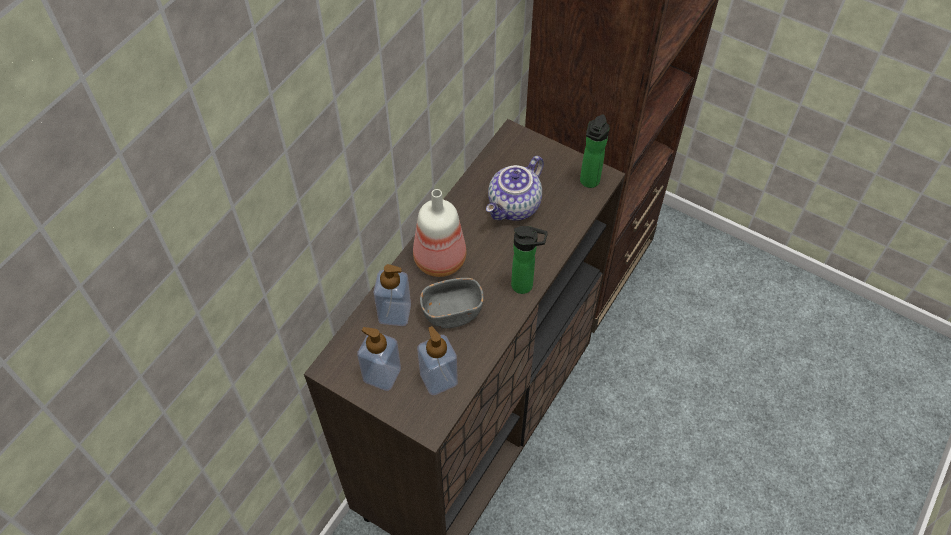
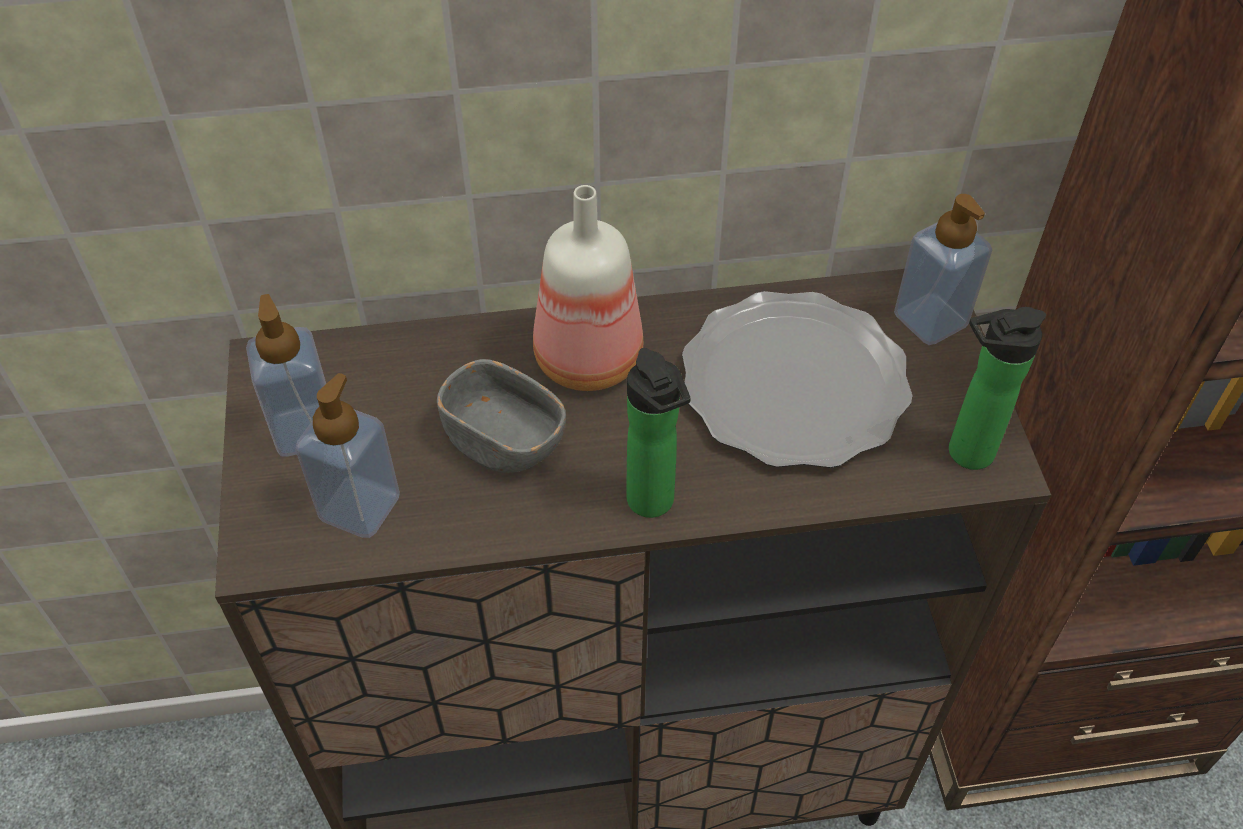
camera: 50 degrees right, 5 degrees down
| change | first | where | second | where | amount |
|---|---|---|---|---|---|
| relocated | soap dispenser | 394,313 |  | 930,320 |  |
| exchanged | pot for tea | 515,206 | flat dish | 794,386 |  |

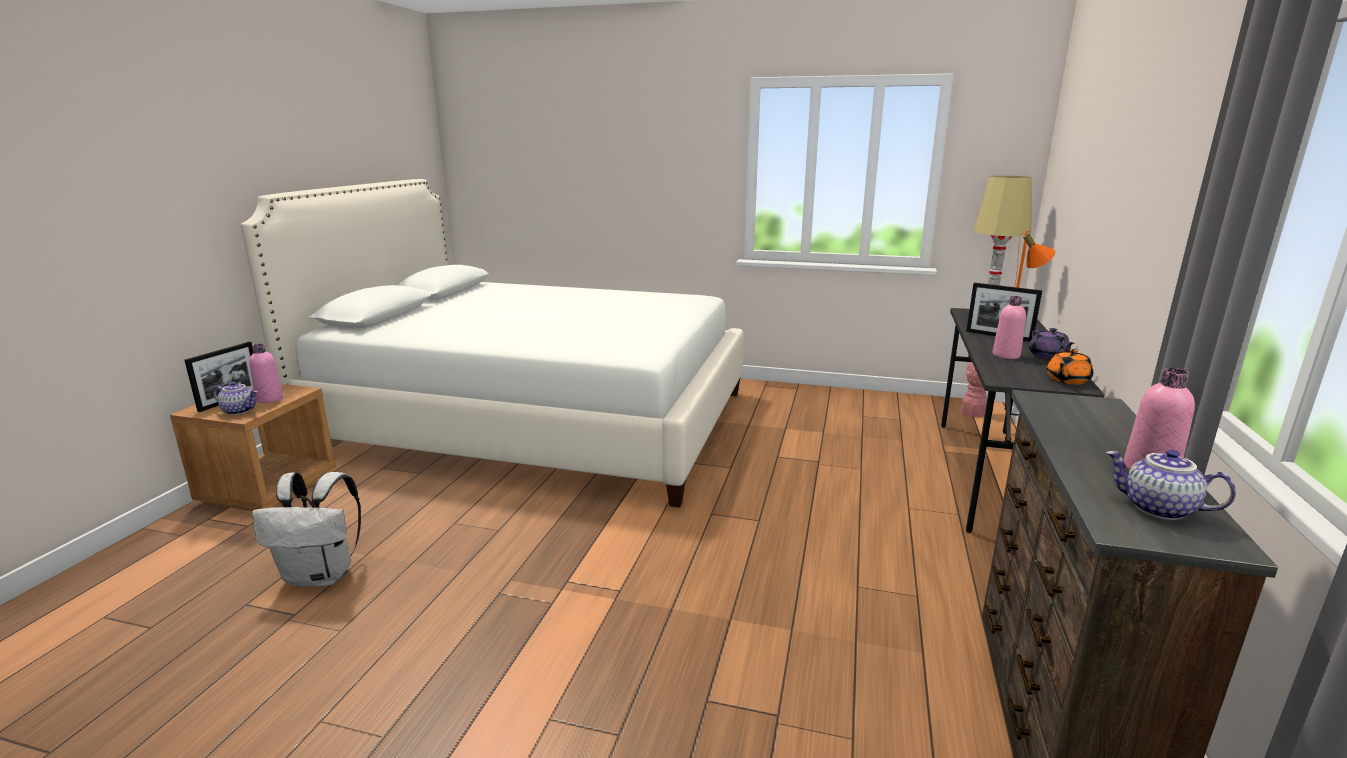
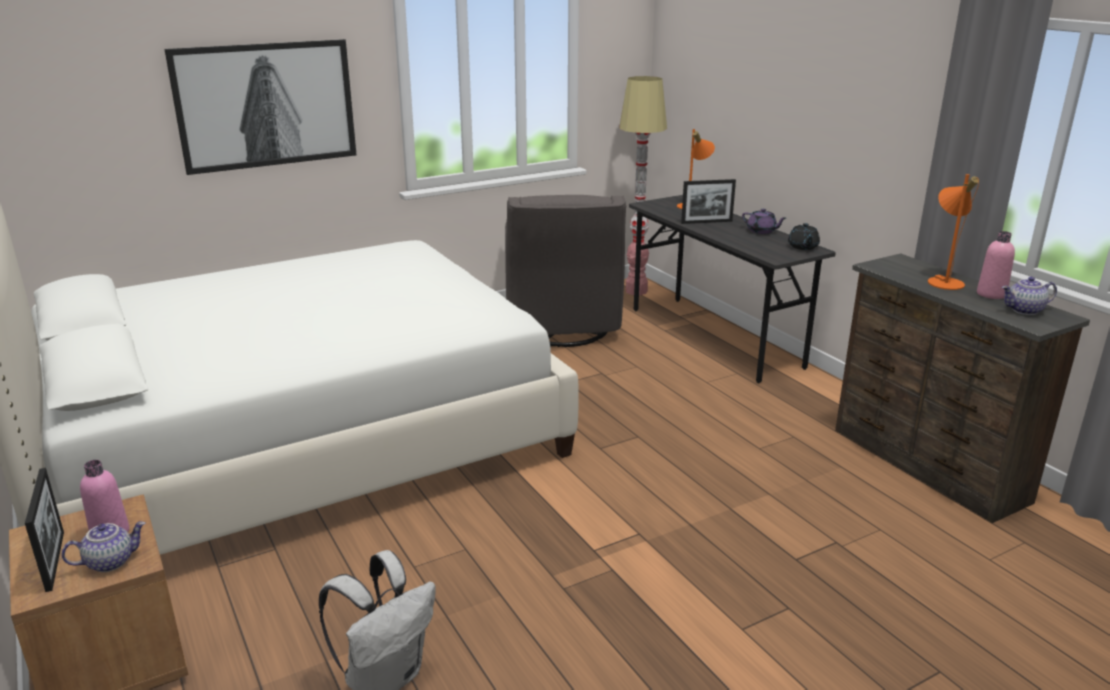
camera: 45 degrees left, 5 degrees up
| change | first | where | second | where | amount |
|---|---|---|---|---|---|
| missing | drink bottle (pink) | 1006,355 |  |  |  |
| colour | pot for tea (orangey) | 1067,380 | pot for tea (black) | 803,247 |  |
| appeared |  |  | picture | 266,105 |  |
| appeared |  |  | easy chair (grey) | 562,330 |  |
| appeared |  |  | tabletop lamp (orangey) | 944,281 |  |

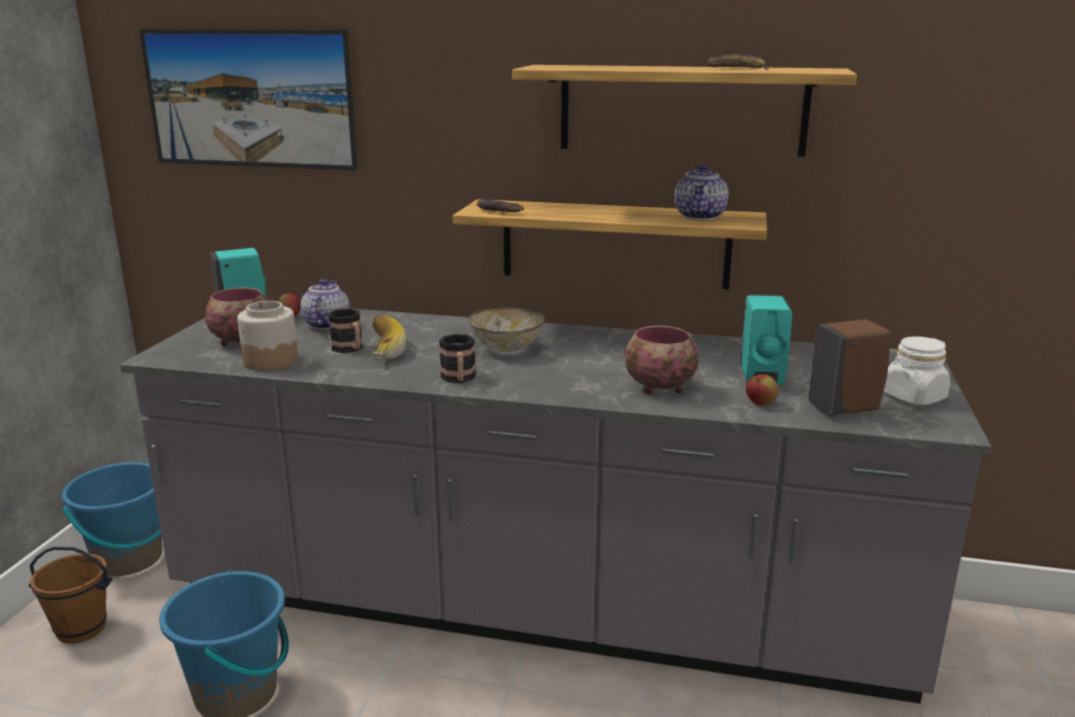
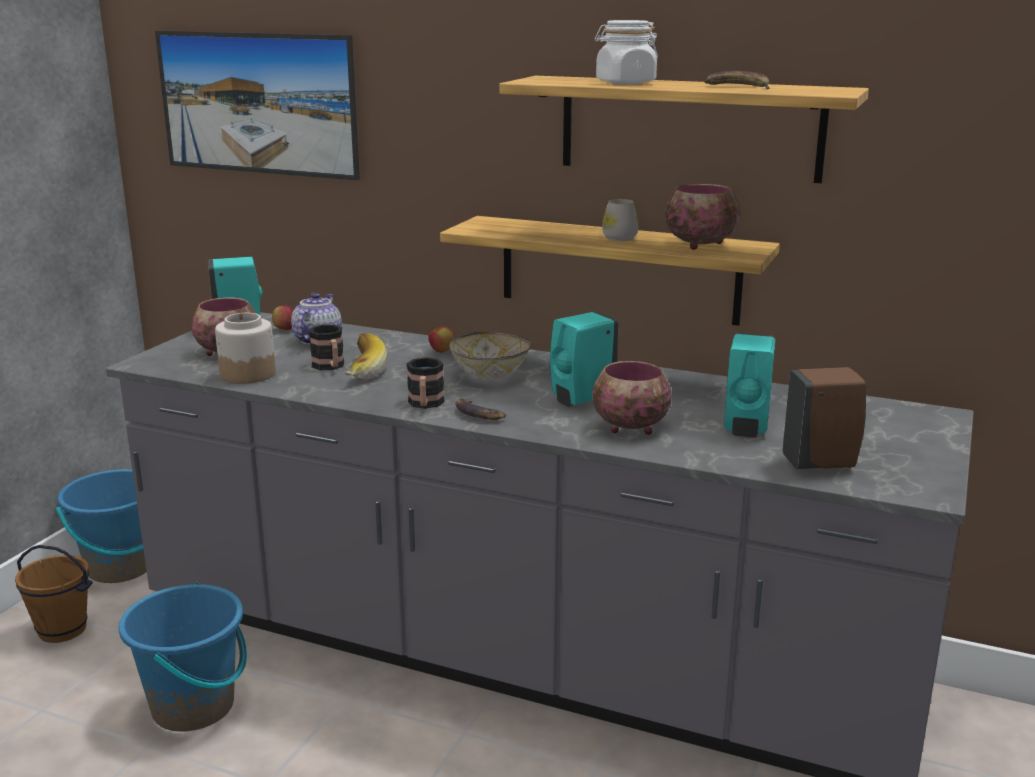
camera: 10 degrees right, 0 degrees up
| change | first | where | second | where | amount |
|---|---|---|---|---|---|
| relocated | whole banana | 498,211 |  | 478,414 |  |
| exchanged | pot for tea | 701,216 | bowl | 701,245 |  |
| relocated | apple | 760,404 |  | 442,352 |  |
| relocated | preserve jar (whitish) | 913,397 |  | 625,82 |  |
| appeared |  |  | soap dispenser (blue-green) | 581,399 |  |
| appeared |  |  | tea mug (whitish) | 617,237 |  |

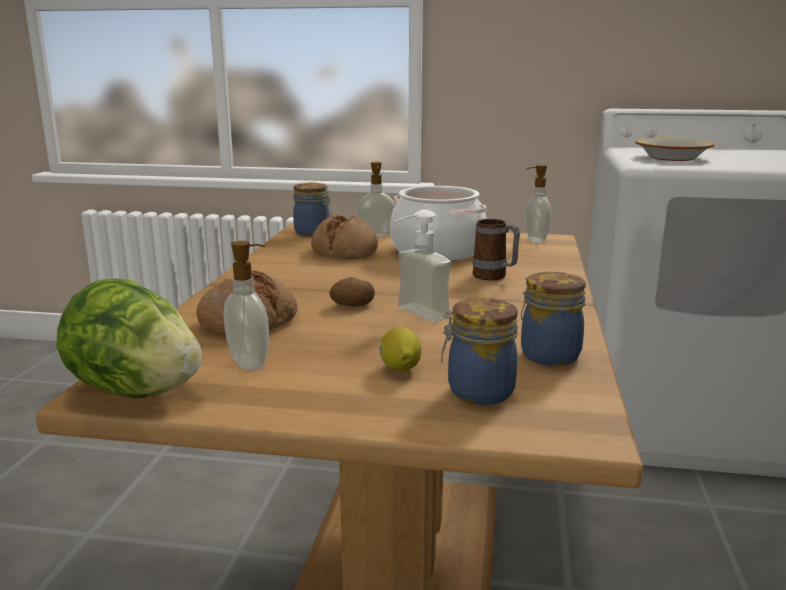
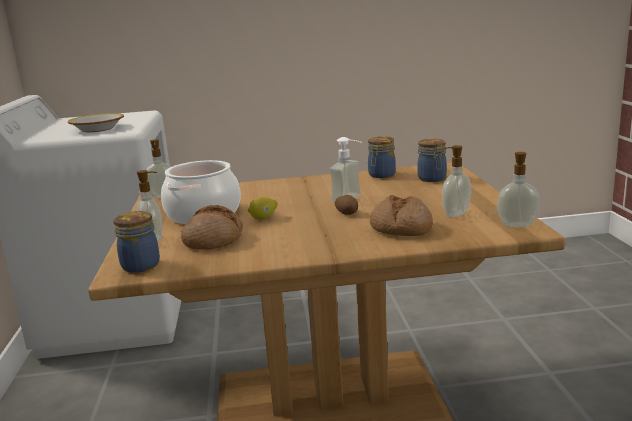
camera: 105 degrees left, 0 degrees up
| change | first | where | second | where | amount |
|---|---|---|---|---|---|
| exchanged | lettuce head | 135,391 | soap dispenser | 517,224 |  |
| relocated | whole lemon | 400,369 |  | 263,218 |  |
| missing | tea mug | 495,277 |  |  |  |

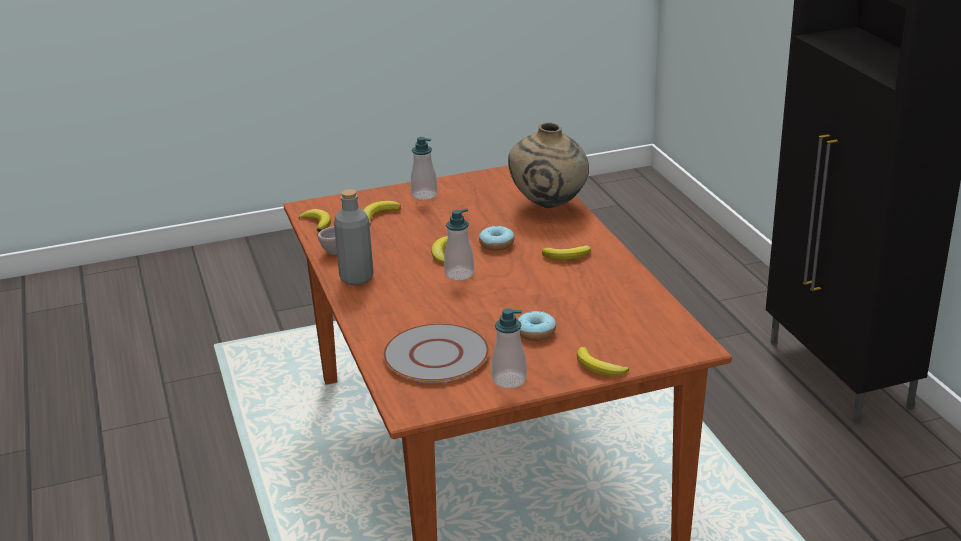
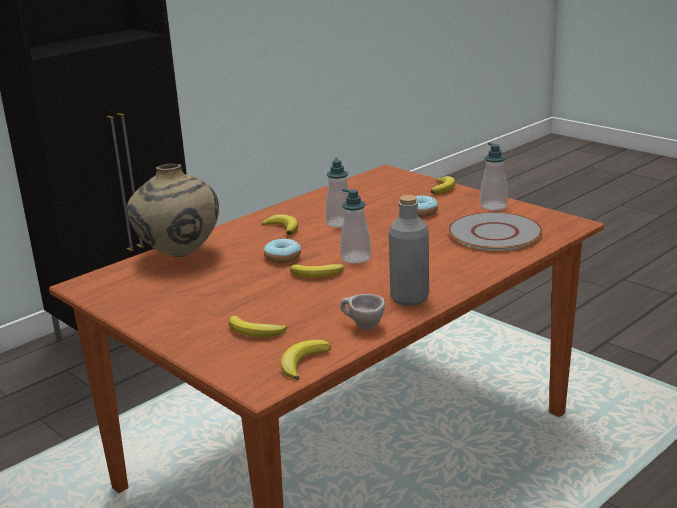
camera: 115 degrees left, 5 degrees down
| change | first | where | second | where | amount |
|---|---|---|---|---|---|
| relocated | soap dispenser | 424,195 |  | 339,223 |  |

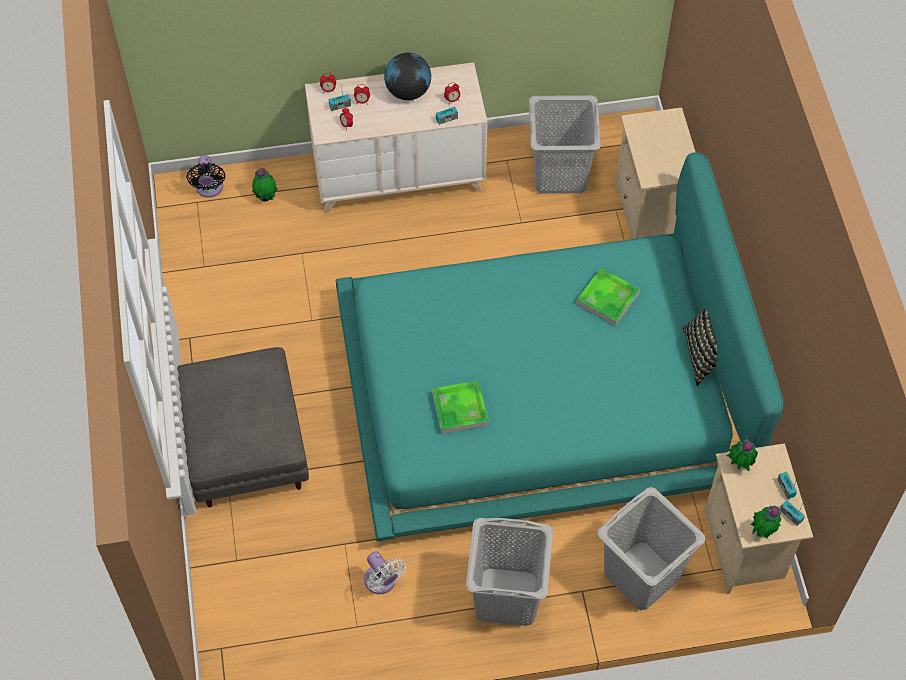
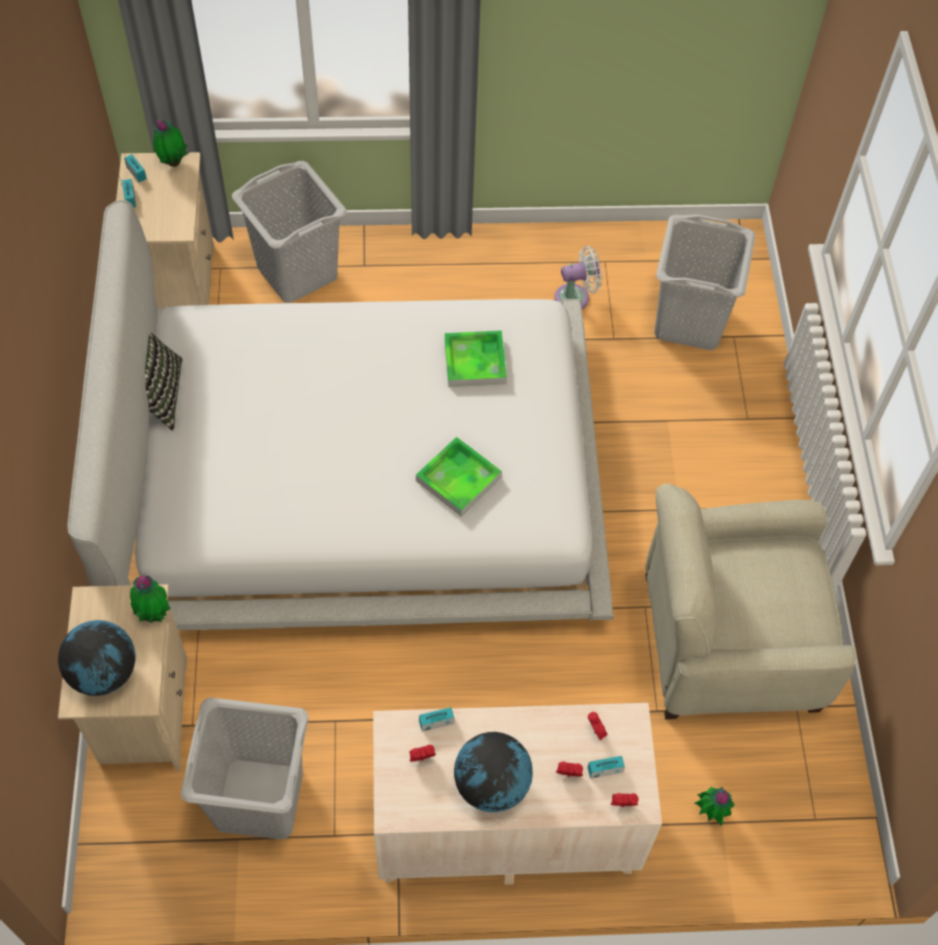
camera: 175 degrees left, 0 degrees up
| change | first | where | second | where | amount |
|---|---|---|---|---|---|
| missing | footrest (grey) | 244,444 |  |  |  |
| missing | cooling fan (black) | 209,189 |  |  |  |
| colour | sleeping bed (blue-green) | 543,392 | sleeping bed (whitish) | 359,475 |  |
| spun | cooling fan (whitish) | 382,582 |  | 575,297 | 105 degrees clockwise |
| relocated | laundry basket (grey) | 506,597 |  | 690,321 |  |
| relocated | tray | 607,299 |  | 458,479 |  |
| relocated | potted plant | 739,465 |  | 154,614 |  |
| appeared |  |  | globe | 104,672 |  |
| appeared |  |  | easy chair (sand-coloured) | 726,641 |  |

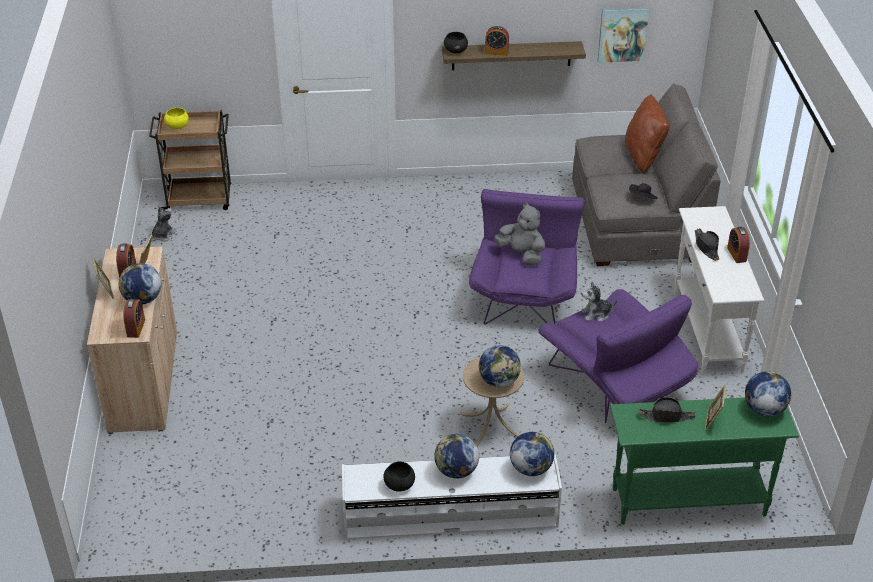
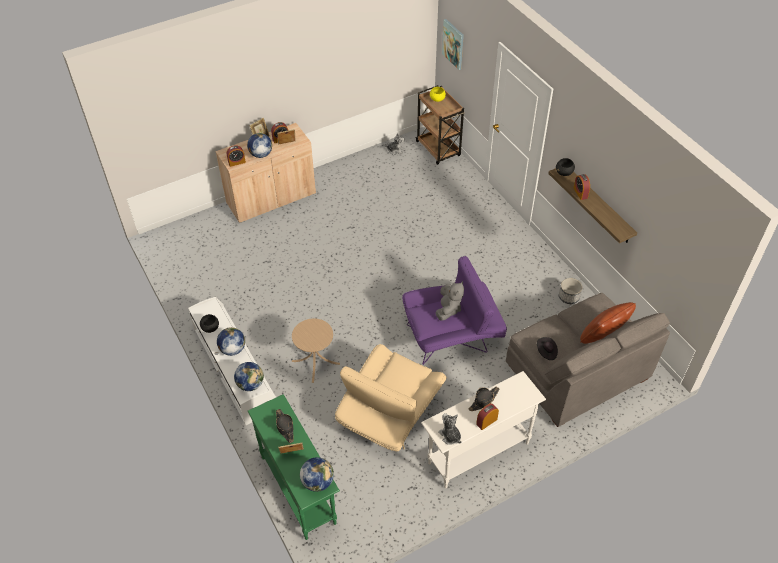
camera: 65 degrees right, 10 degrees up
| change | first | where | second | where | amount |
|---|---|---|---|---|---|
| missing | globe | 499,381 |  |  |  |
| colour | easy chair (purplish) | 615,384 | easy chair (sand-coloured) | 389,414 |  |
| relocated | soft toy | 596,314 |  | 450,436 |  |
| relocated | picture | 622,34 |  | 453,44 |  |
| appeared |  |  | flower pot | 569,297 |  |

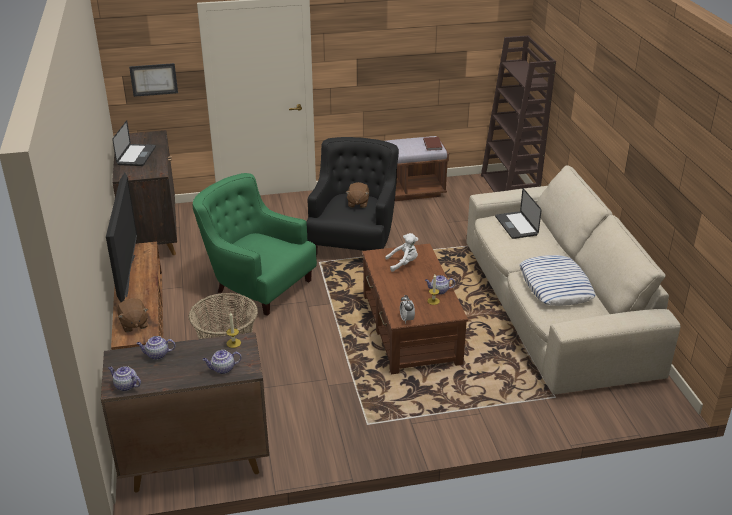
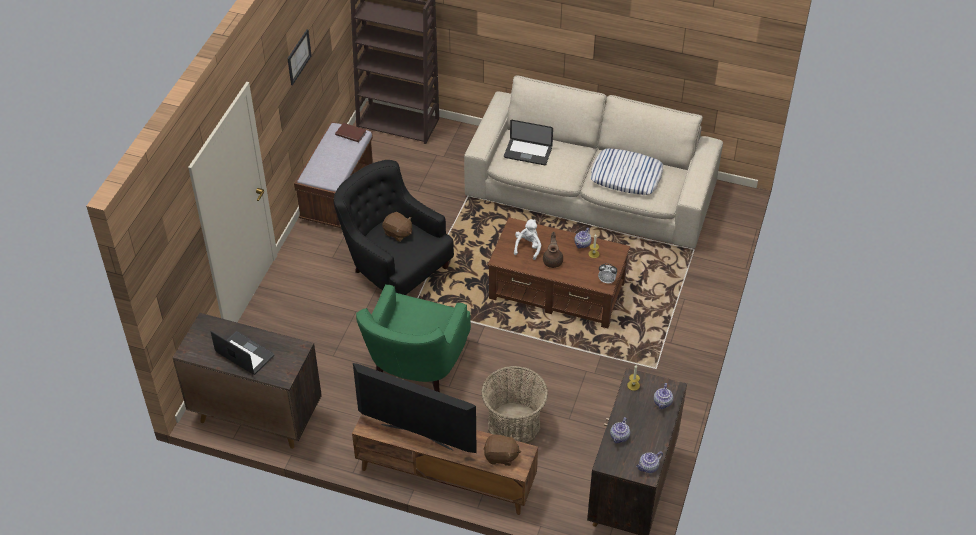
camera: 60 degrees left, 15 degrees up
| change | first | where | second | where | amount |
|---|---|---|---|---|---|
| relocated | picture | 154,79 |  | 298,57 |  |
| spun | easy chair (green-coloured) | 257,284 |  | 415,365 | 45 degrees counterclockwise |
| appeared |  |  | pot for tea (brownish) | 553,261 |  |

